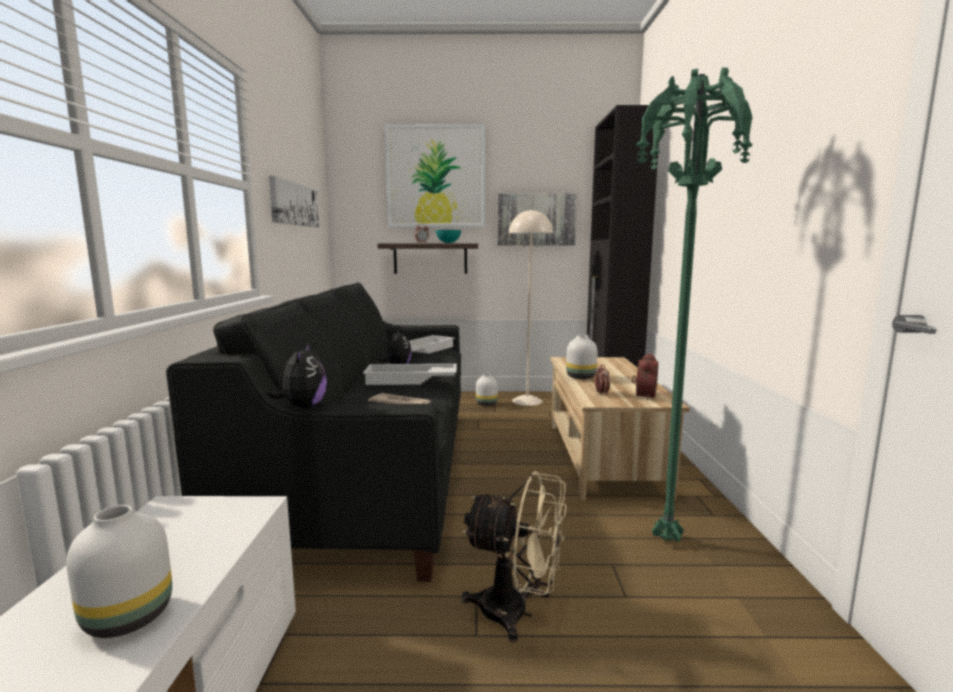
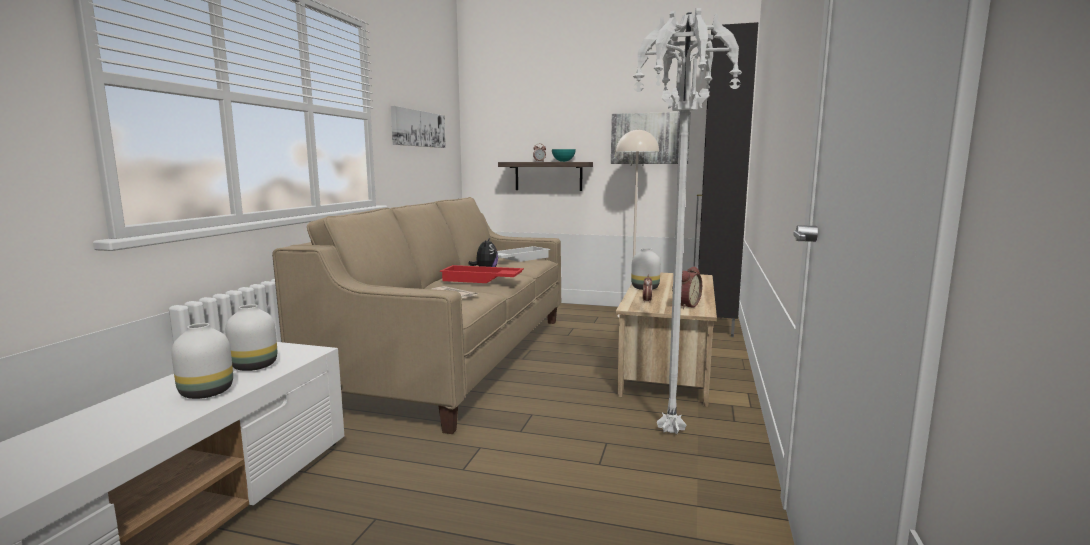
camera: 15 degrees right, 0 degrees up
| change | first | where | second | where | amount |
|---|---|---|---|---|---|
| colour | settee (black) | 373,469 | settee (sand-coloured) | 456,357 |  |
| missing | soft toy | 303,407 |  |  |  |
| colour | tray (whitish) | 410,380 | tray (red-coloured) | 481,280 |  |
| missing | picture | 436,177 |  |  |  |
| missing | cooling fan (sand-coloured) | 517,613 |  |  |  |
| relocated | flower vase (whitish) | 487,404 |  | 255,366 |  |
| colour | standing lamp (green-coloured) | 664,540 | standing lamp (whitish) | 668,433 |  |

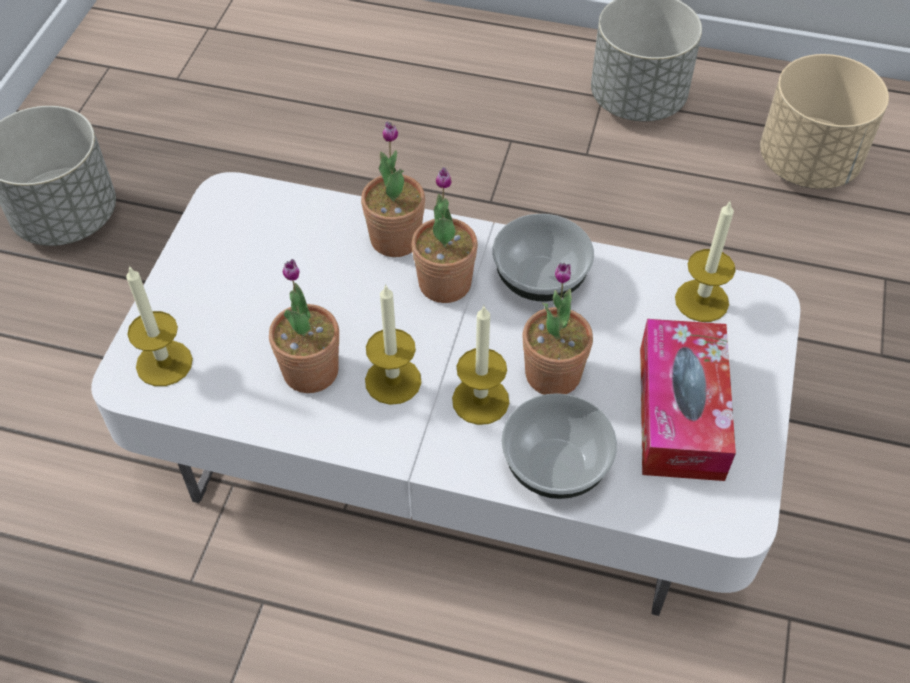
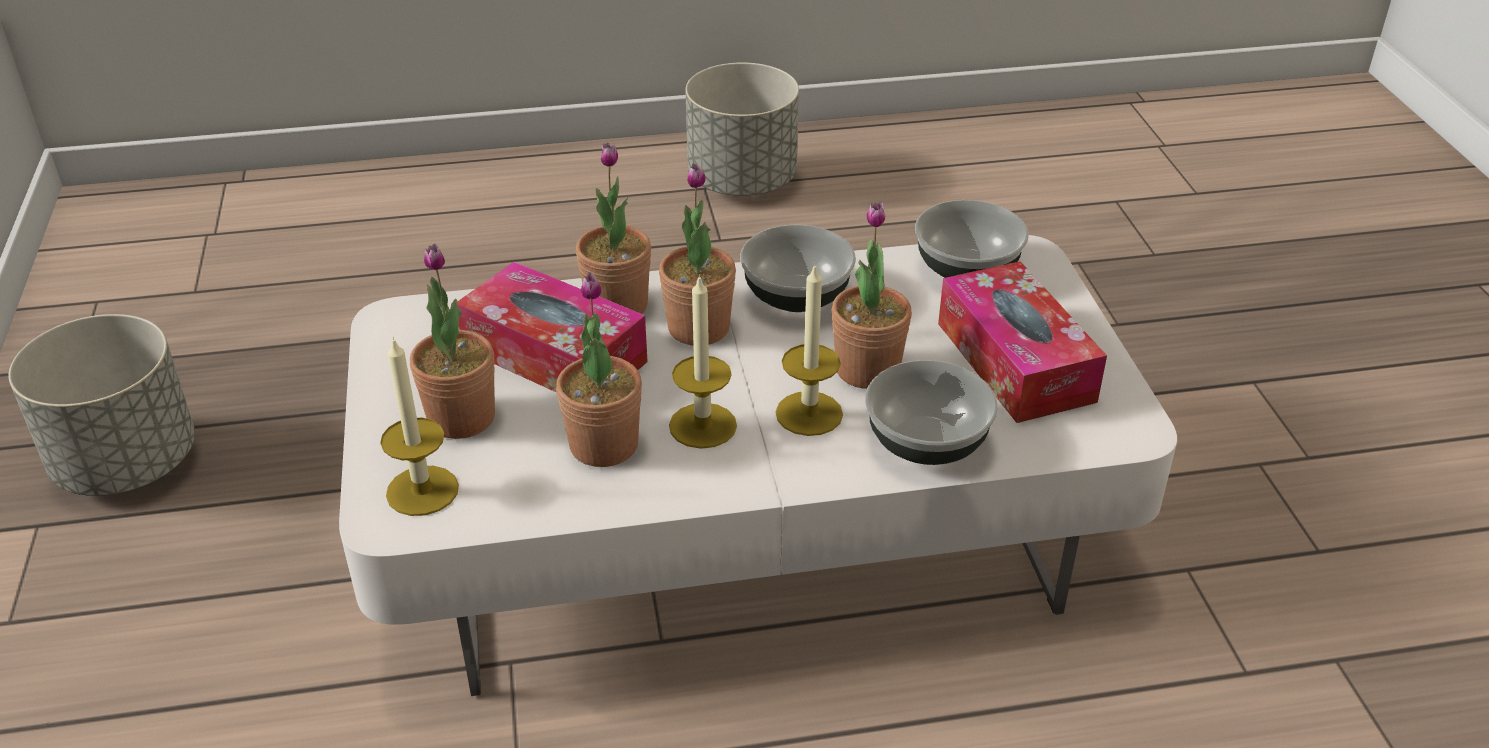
camera: 25 degrees left, 15 degrees down
| change | first | where | second | where | amount |
|---|---|---|---|---|---|
| exchanged | wax candle | 701,300 | bowl | 968,270 |  |
| missing | flower pot (sand-coloured) | 808,163 |  |  |  |
| appeared |  |  | potted plant | 461,418 |  |
| appeared |  |  | box of tissues | 554,355 |  |

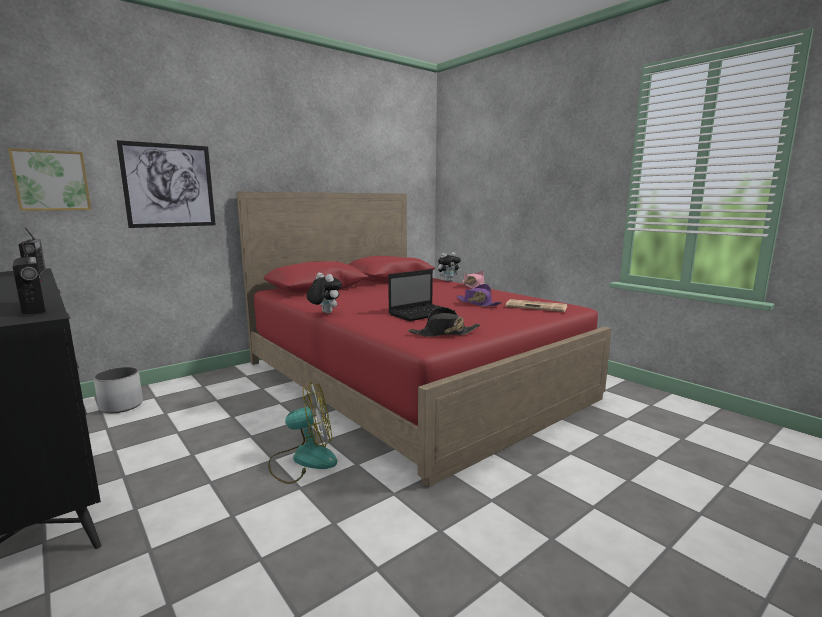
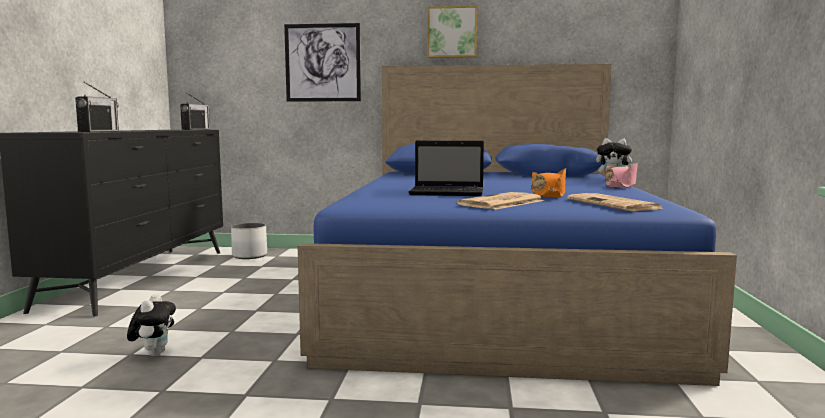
camera: 45 degrees right, 5 degrees down
| change | first | where | second | where | amount |
|---|---|---|---|---|---|
| relocated | picture | 51,180 |  | 452,32 |  |
| colour | sleeping bed (red-coloured) | 411,378 | sleeping bed (bluish) | 496,295 |  |
| missing | cooling fan | 303,460 |  |  |  |
| relocated | soft toy | 324,313 |  | 154,354 |  |
| missing | wearable hat (black) | 444,333 |  |  |  |
| colour | wearable hat (purplish) | 477,303 | wearable hat (orangey) | 548,194 |  |
| appeared |  |  | newspaper | 501,203 |  |

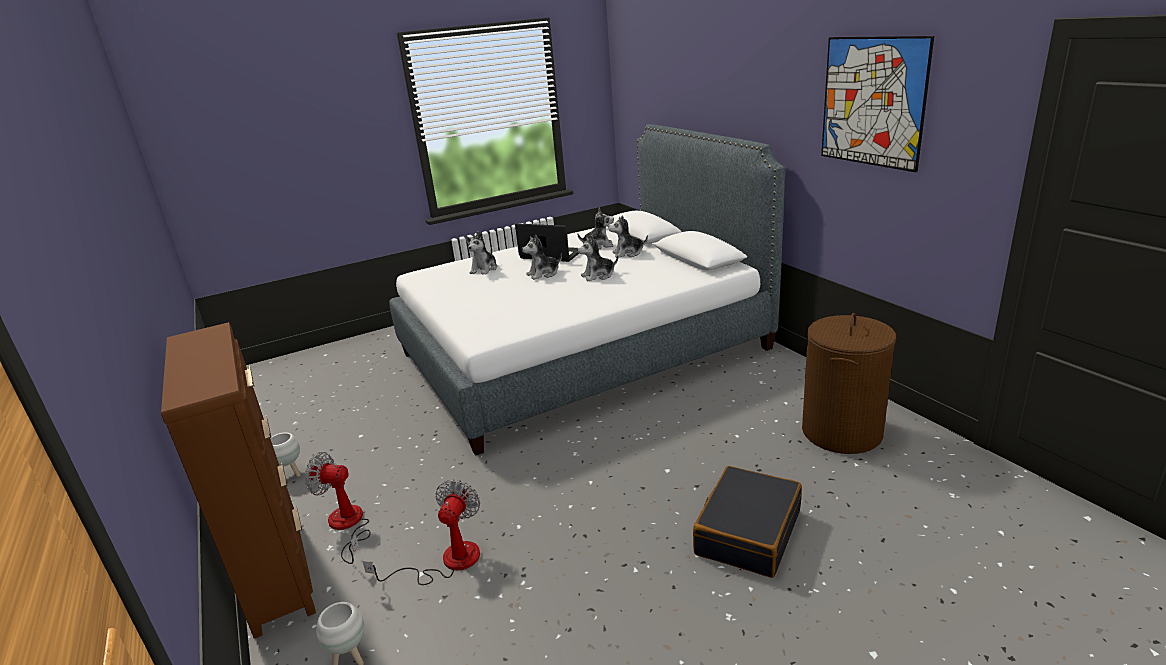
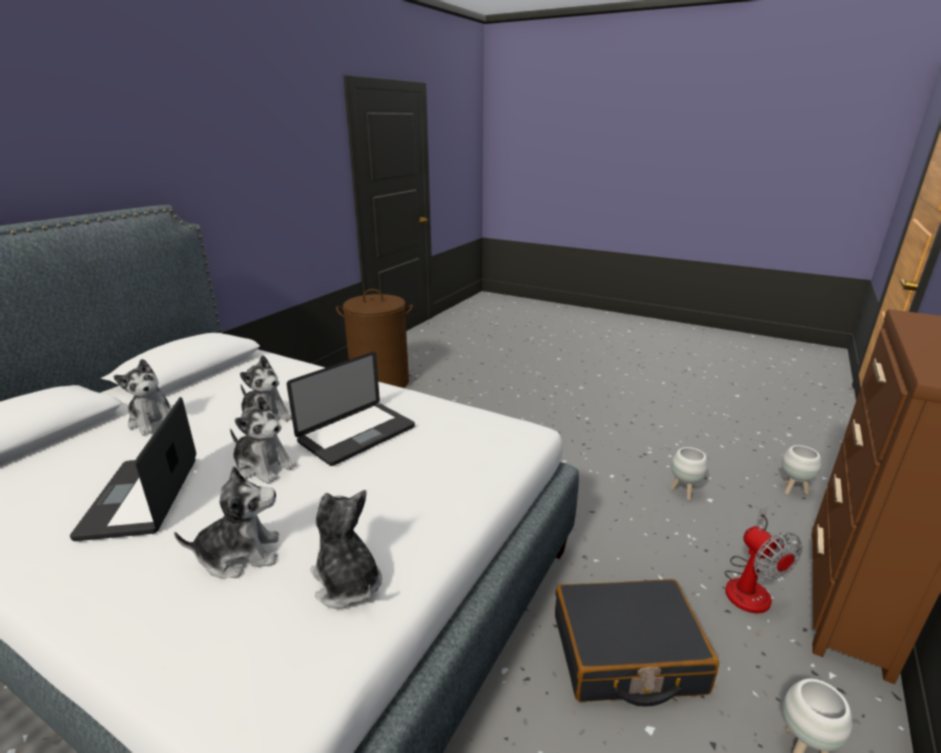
camera: 125 degrees left, 0 degrees up
| change | first | where | second | where | amount |
|---|---|---|---|---|---|
| exchanged | cooling fan | 447,562 | flower pot (whitish) | 684,492 |  |
| relocated | soft toy | 598,246 |  | 347,583 |  |
| relocated | suitcase (black) | 747,532 |  | 626,654 |  |
| missing | picture | 872,102 |  |  |  |
| appeared |  |  | notebook computer | 357,434 |  |

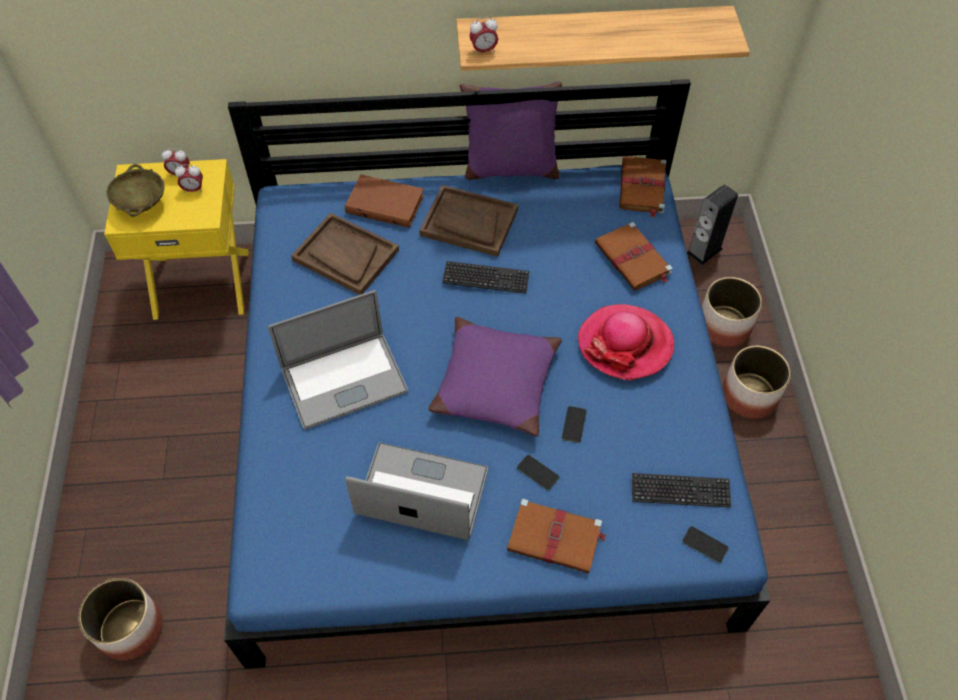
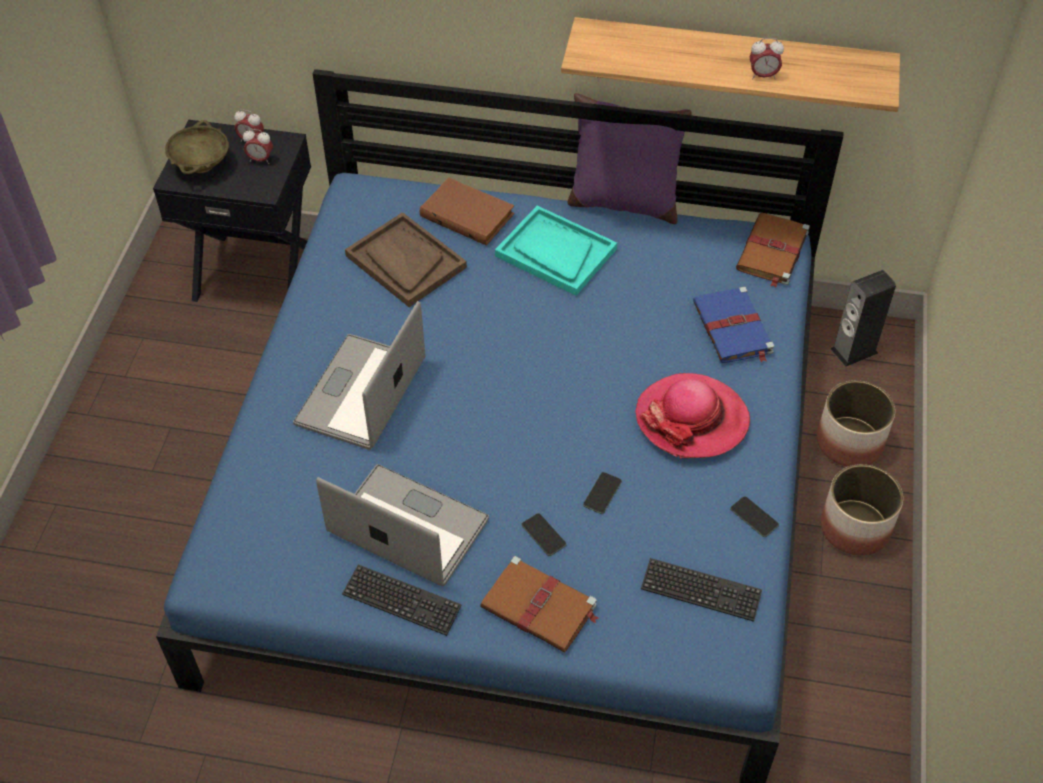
camera: 15 degrees right, 5 degrees down
| change | first | where | second | where | amount |
|---|---|---|---|---|---|
| missing | flower pot | 131,628 |  |  |  |
| colour | bedside table (yellow-coloured) | 202,282 | bedside table (black) | 256,271 |  |
| spun | notebook computer | 344,380 |  | 361,392 | 120 degrees clockwise |
| colour | tray (brownish) | 469,222 | tray (blue-green) | 555,253 |  |
| missing | throw pillow (purplish) | 494,383 |  |  |  |
| relocated | computer keyboard | 485,278 |  | 401,601 |  |
| relocated | bedside clock | 483,50 |  | 763,76 |  |
| colour | book (brownish) | 633,259 | book (bluish) | 733,329 |  |
| relocated | telephone | 705,545 |  | 754,517 |  |

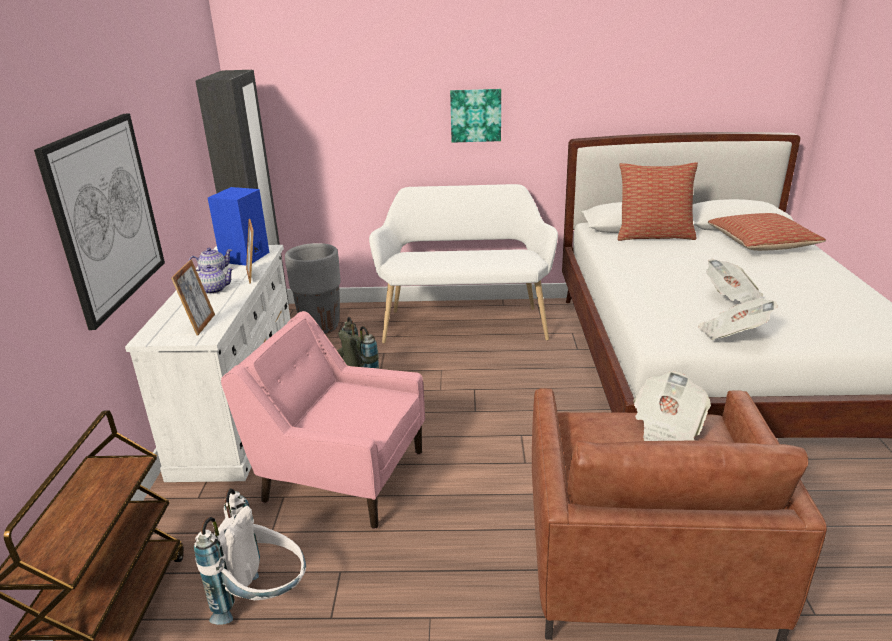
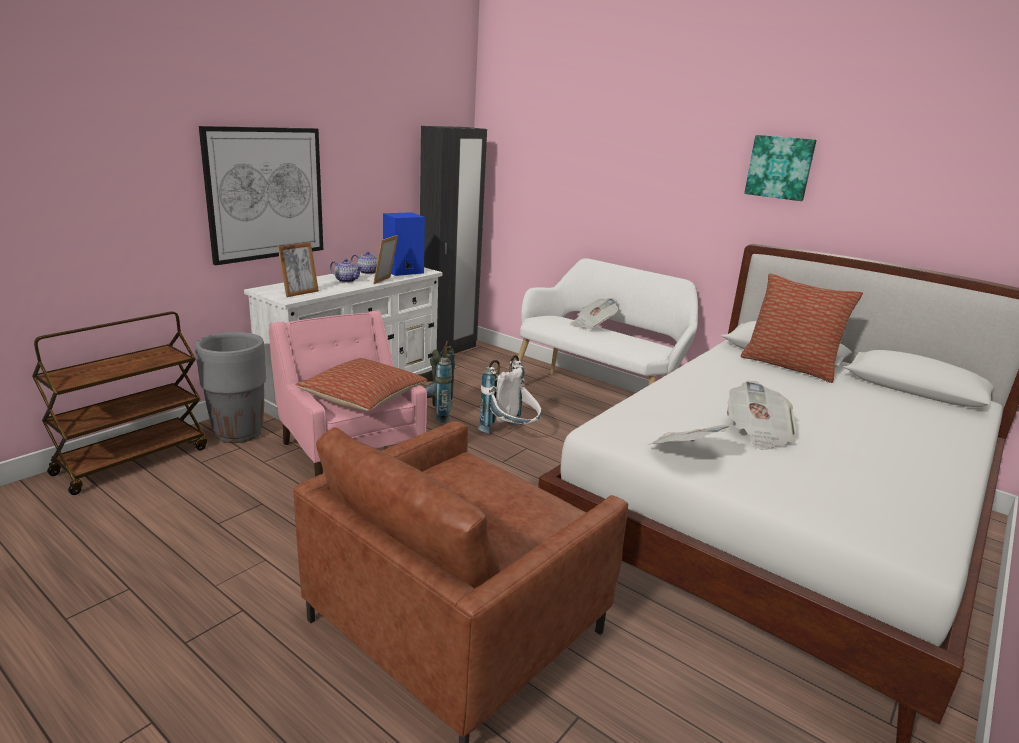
camera: 35 degrees right, 5 degrees down
| change | first | where | second | where | amount |
|---|---|---|---|---|---|
| relocated | backpack (whitish) | 264,600 |  | 511,435 |  |
| relocated | flower pot (grey) | 320,327 |  | 239,433 |  |
| relocated | picture | 475,115 |  | 780,167 |  |
| relocated | newspaper | 666,427 |  | 592,325 |  |
| relocated | throw pillow | 761,244 |  | 363,398 |  |

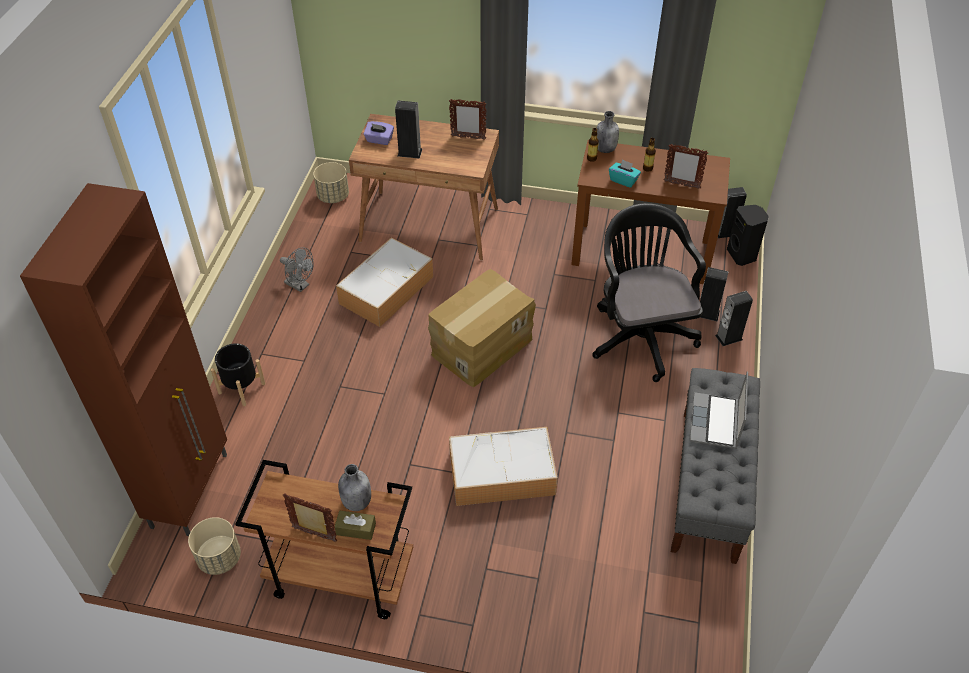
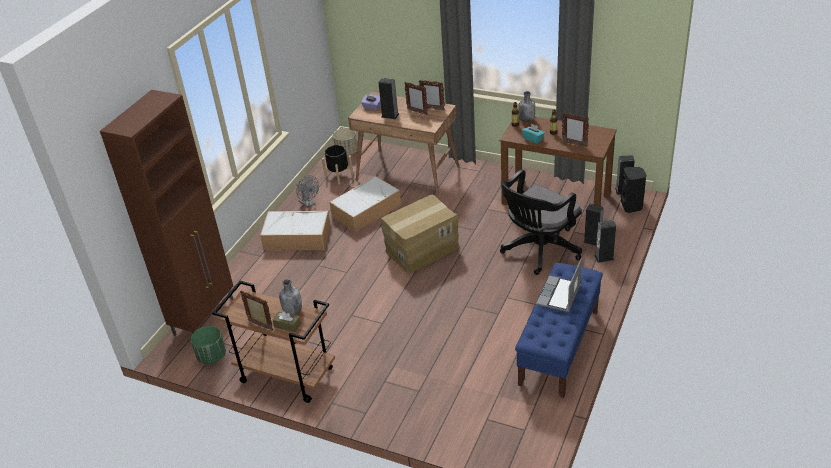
camera: 15 degrees right, 10 degrees down
| change | first | where | second | where | amount |
|---|---|---|---|---|---|
| colour | flower pot (sand-coloured) | 220,558 | flower pot (green-coloured) | 212,356 |  |
| relocated | flower pot (black) | 241,388 |  | 339,175 |  |
| relocated | storage bin | 500,474 |  | 296,237 |  |
| spun | desk chair (black) | 640,334 |  | 538,251 | 135 degrees counterclockwise |
| colour | indoor bench (grey) | 708,484 | indoor bench (bluish) | 559,347 |  |
| appeared |  |  | standing frame | 417,112 |  |

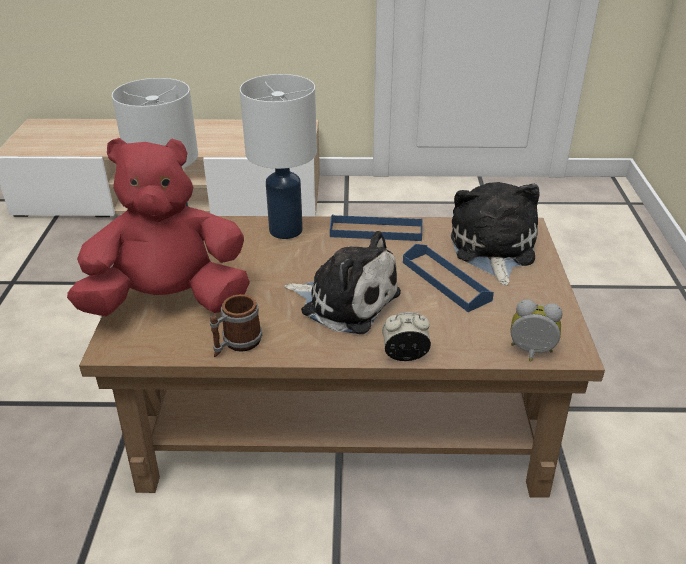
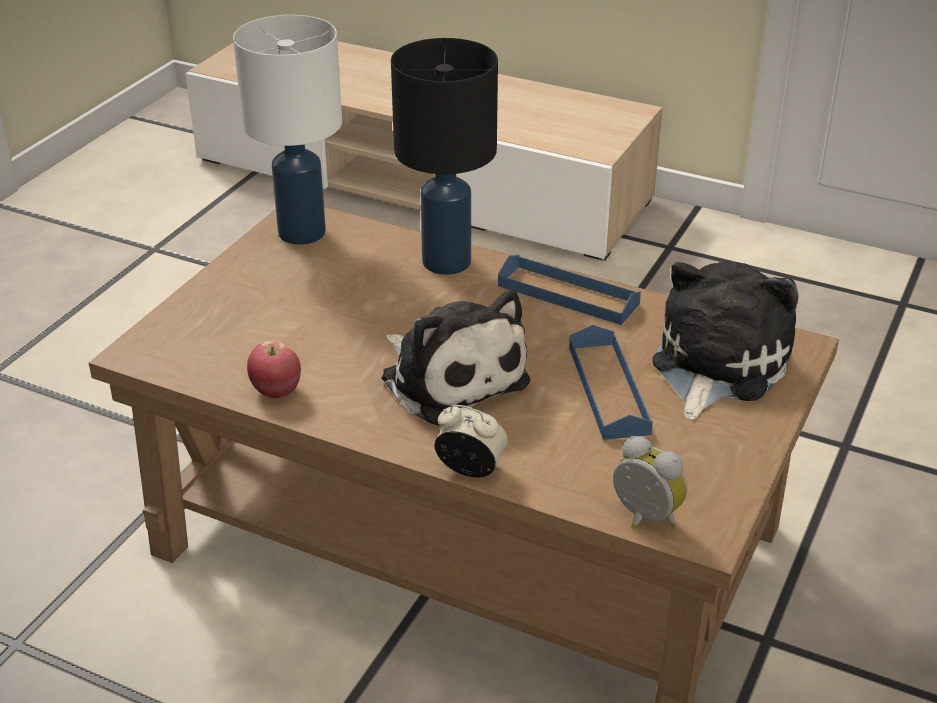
camera: 25 degrees right, 0 degrees up
| change | first | where | second | where | amount |
|---|---|---|---|---|---|
| missing | soft toy (red-coloured) | 170,302 |  |  |  |
| exchanged | tea mug | 236,344 | apple | 276,391 |  |
| colour | tabletop lamp (whitish) | 285,231 | tabletop lamp (black) | 445,262 |  |

